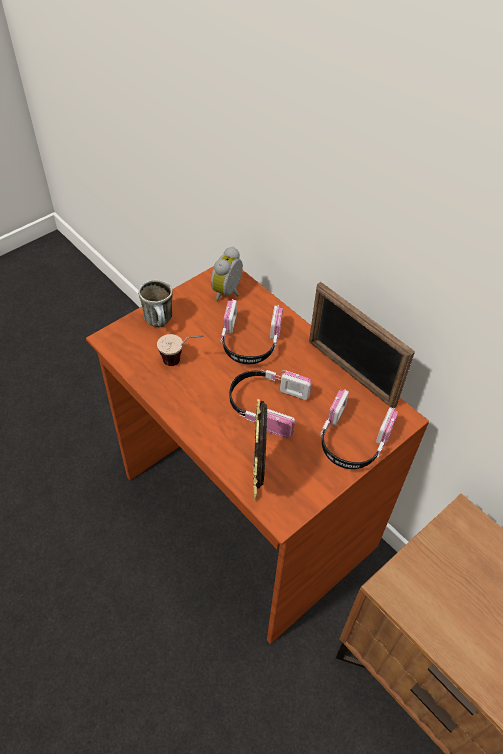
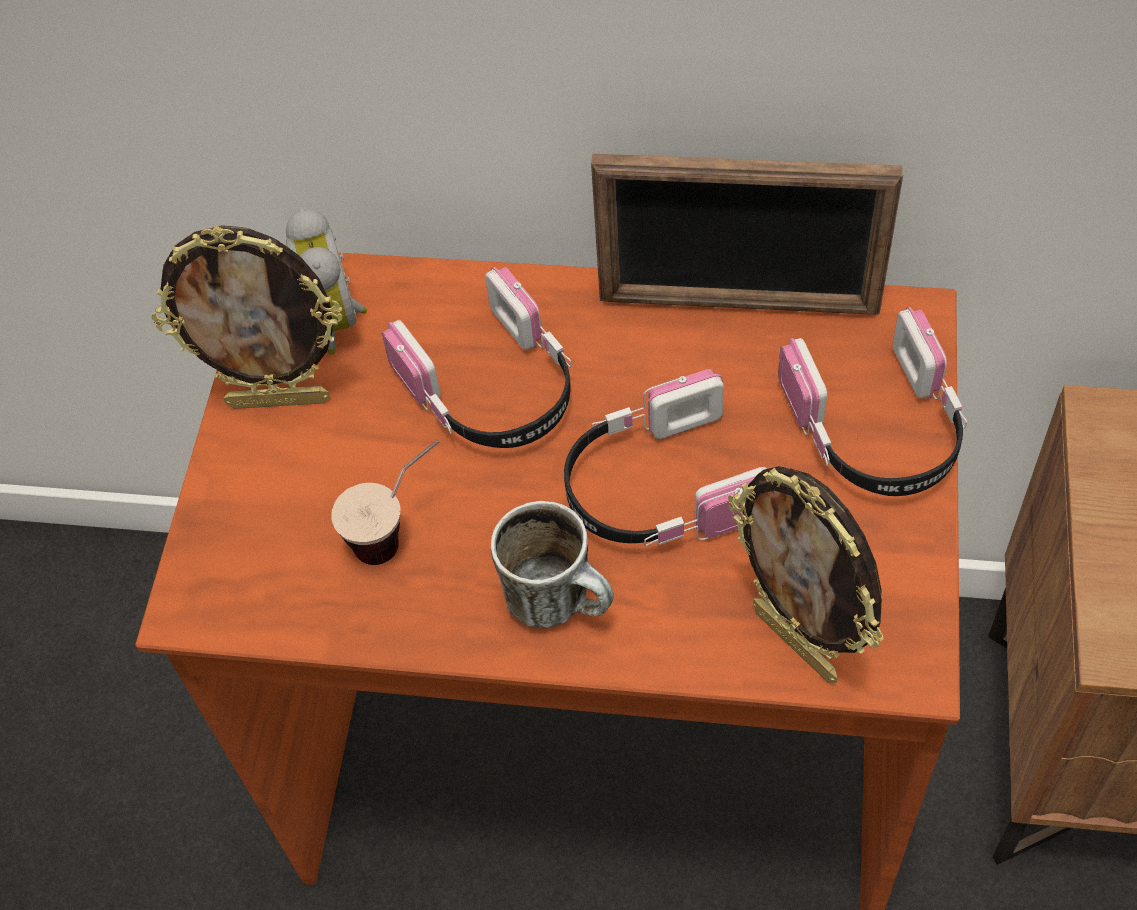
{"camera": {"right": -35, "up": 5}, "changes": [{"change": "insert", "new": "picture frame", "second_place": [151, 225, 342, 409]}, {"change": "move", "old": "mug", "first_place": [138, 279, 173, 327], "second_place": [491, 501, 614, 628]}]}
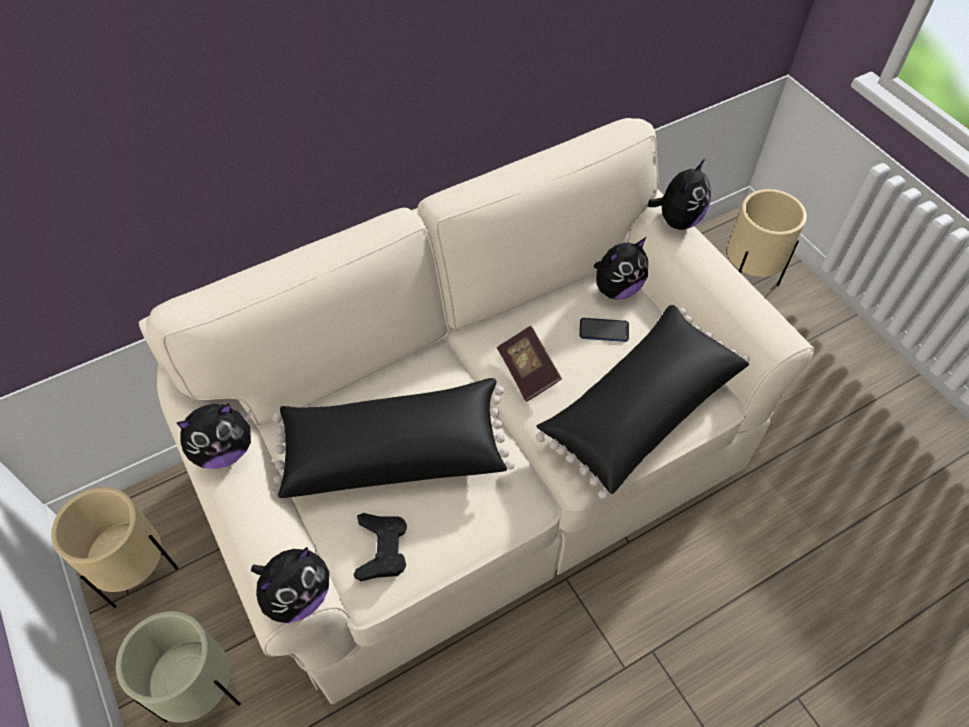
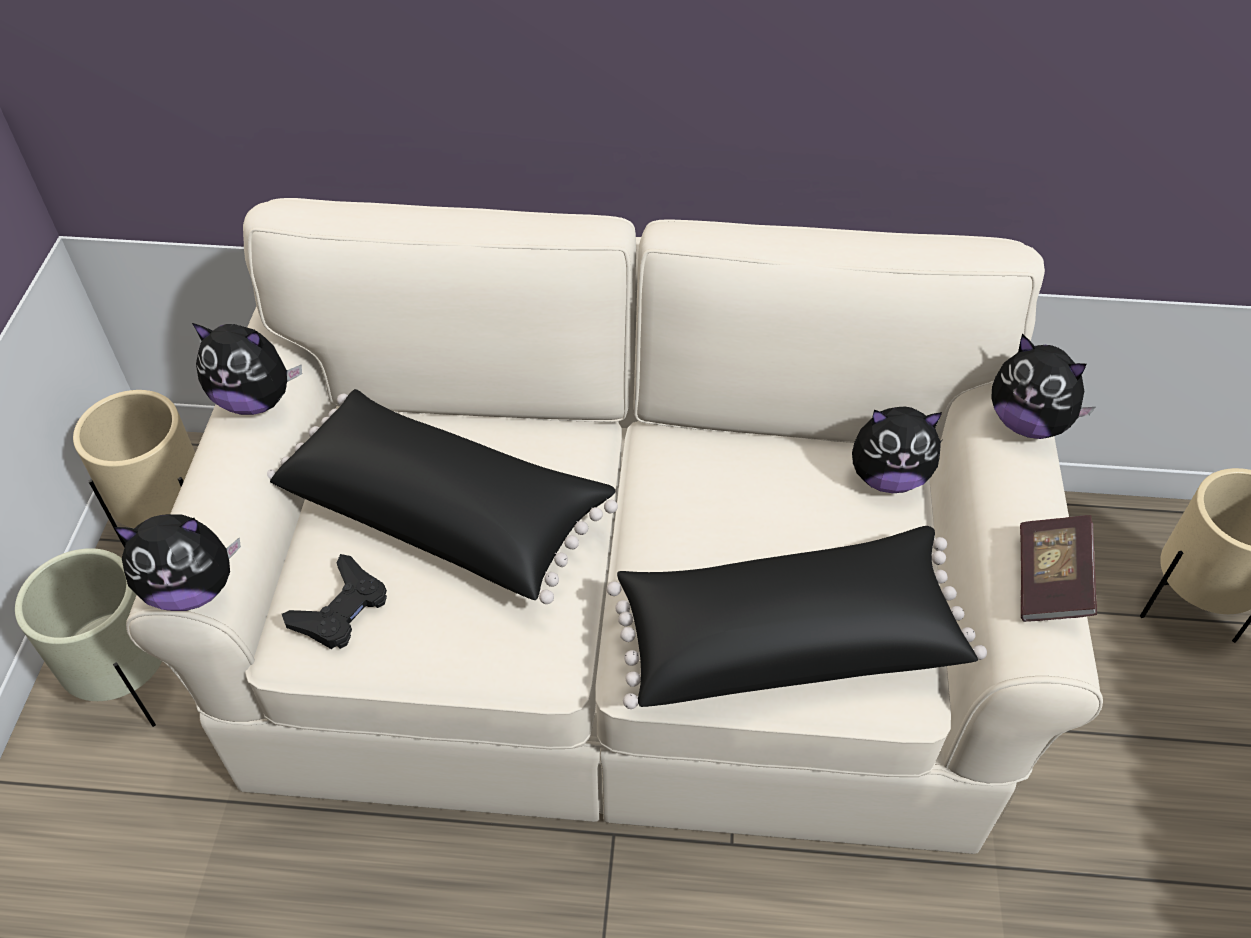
{"camera": {"right": 35, "up": -5}, "changes": [{"change": "rotate", "old": "plush toy", "first_place": [648, 159, 711, 230], "second_place": [991, 334, 1096, 439], "degrees": 60}, {"change": "move", "old": "book", "first_place": [497, 326, 562, 402], "second_place": [1020, 515, 1097, 622]}, {"change": "delete", "old": "phone", "first_place": [579, 318, 629, 342]}]}
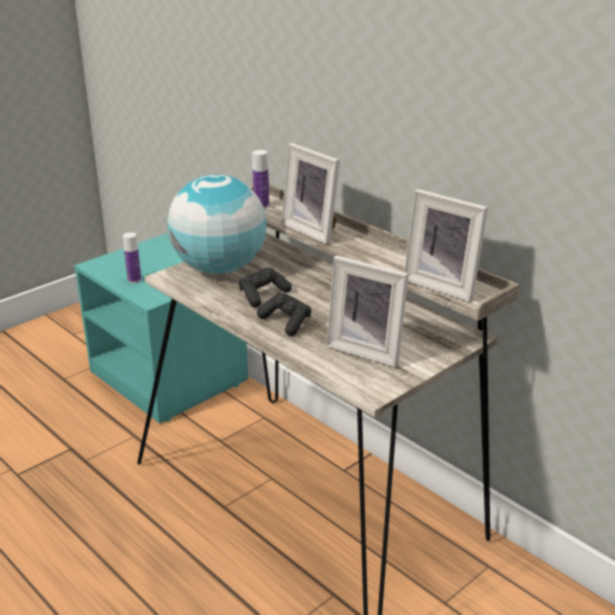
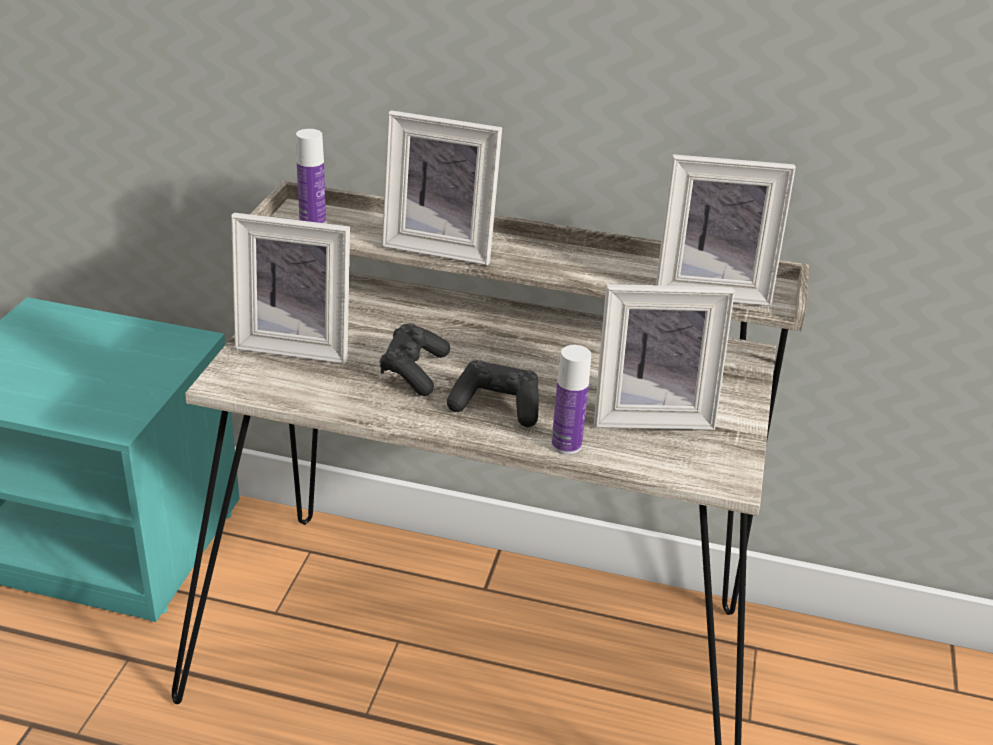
{"camera": {"right": -35, "up": 5}, "changes": [{"change": "replace", "old": "globe", "new": "picture frame", "first_place": [167, 174, 266, 274], "second_place": [231, 213, 350, 364]}, {"change": "move", "old": "bottle", "first_place": [123, 232, 141, 283], "second_place": [551, 345, 591, 454]}]}
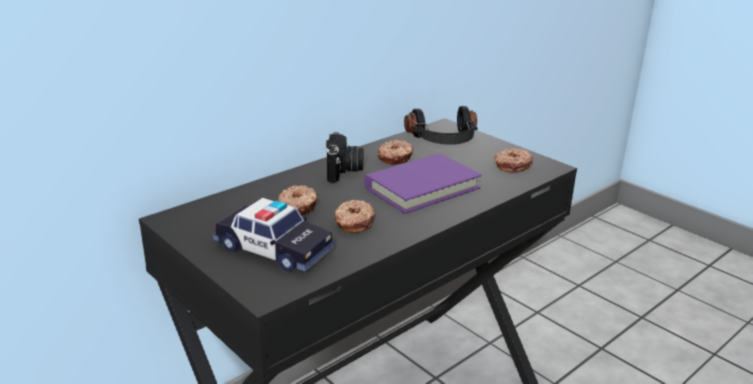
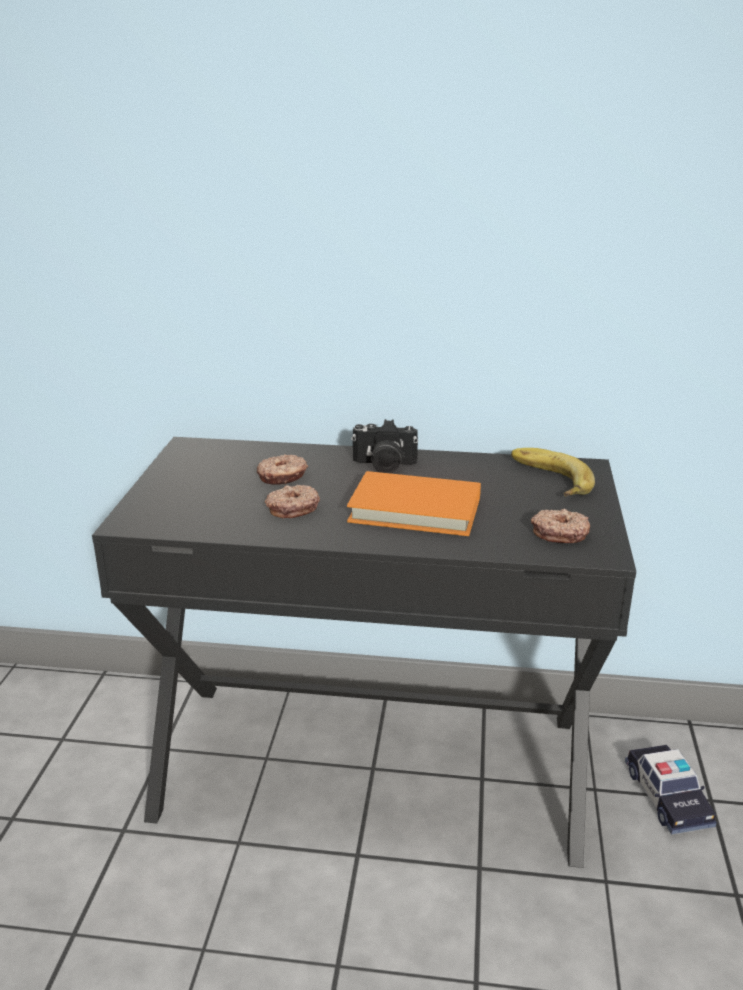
{"camera": {"right": 50, "up": 0}, "changes": [{"change": "recolor", "old": "purple book", "new": "orange book", "first_place": [364, 153, 482, 214], "second_place": [347, 471, 481, 536]}, {"change": "rotate", "old": "photo camera", "first_place": [324, 132, 363, 183], "second_place": [351, 419, 418, 473], "degrees": 45}, {"change": "replace", "old": "black headphones", "new": "banana", "first_place": [404, 106, 478, 145], "second_place": [511, 448, 595, 496]}, {"change": "move", "old": "toy car", "first_place": [213, 198, 335, 272], "second_place": [625, 745, 717, 835]}, {"change": "delete", "old": "donut", "first_place": [378, 140, 413, 165]}]}
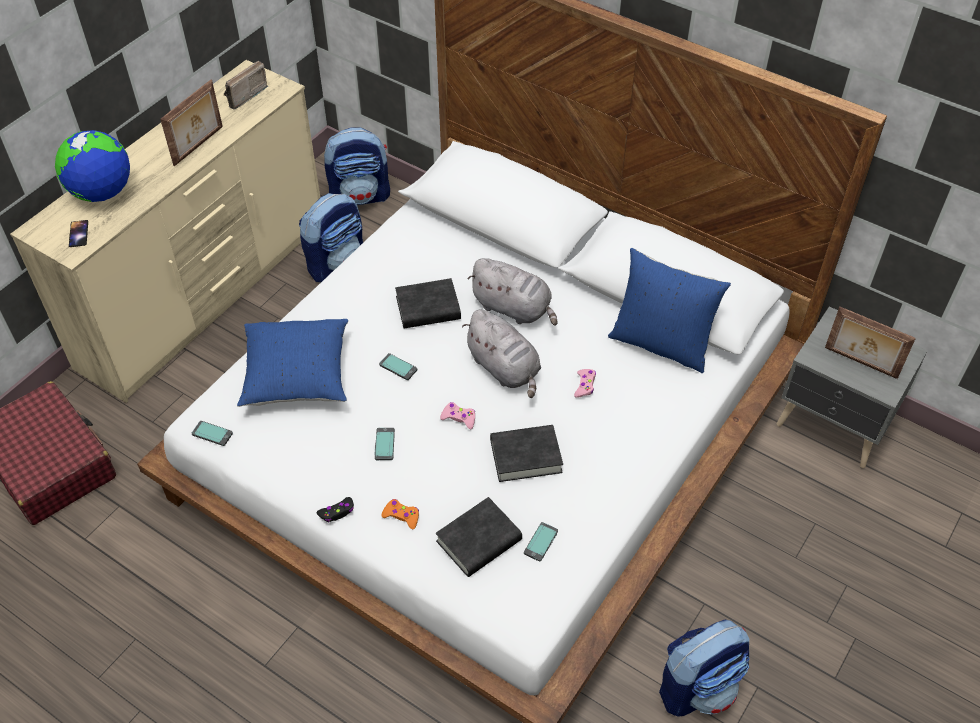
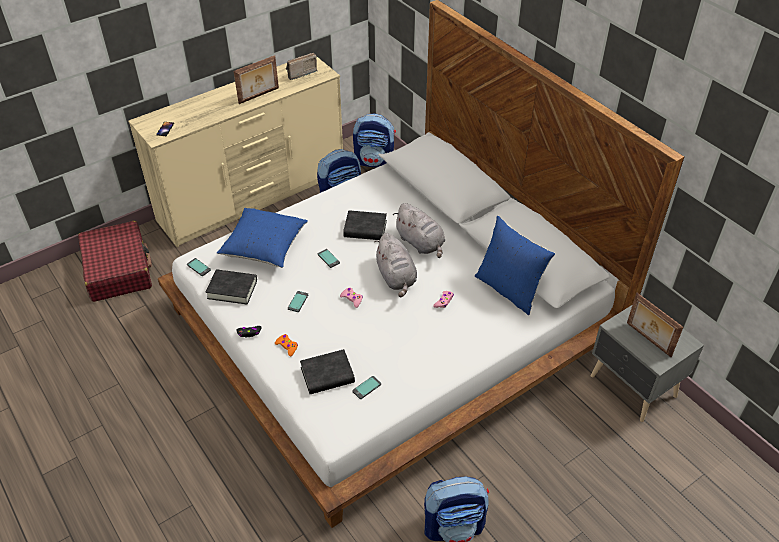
{"camera": {"right": 20, "up": -5}, "changes": [{"change": "move", "old": "black book", "first_place": [490, 425, 563, 482], "second_place": [205, 269, 257, 305]}, {"change": "delete", "old": "globe", "first_place": [55, 130, 130, 202]}]}
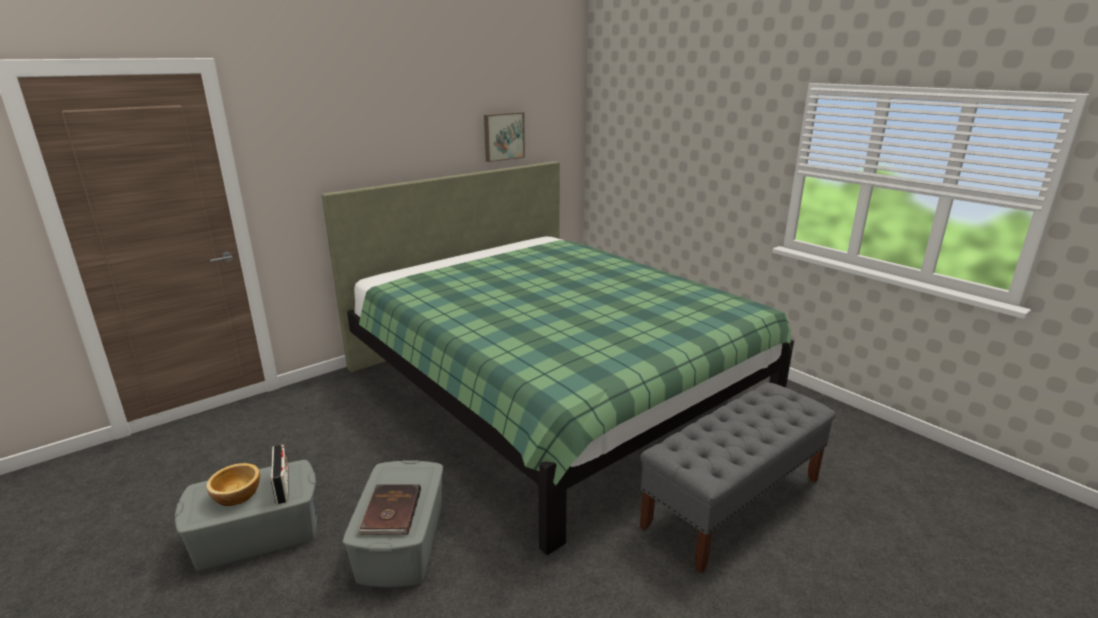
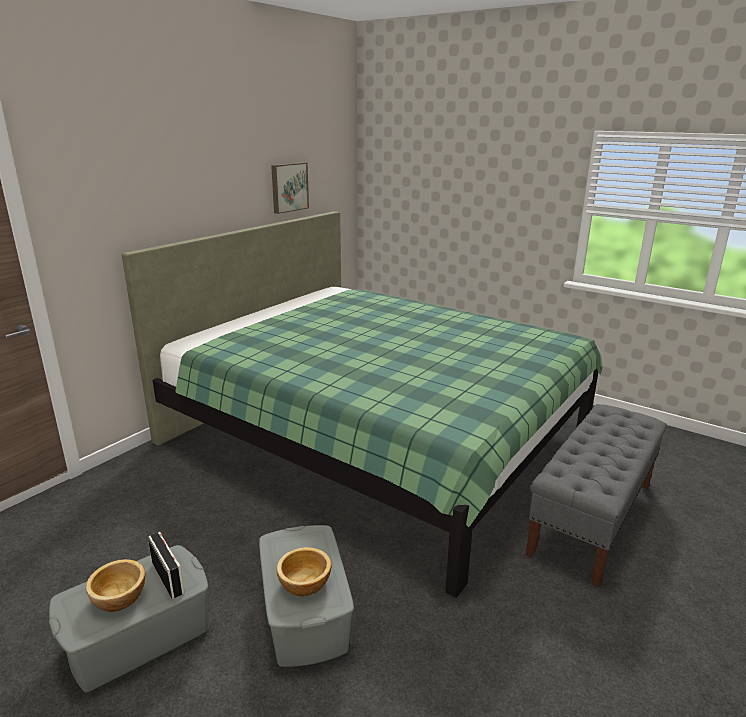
{"camera": {"right": -15, "up": 0}, "changes": [{"change": "replace", "old": "brown book", "new": "bowl", "first_place": [356, 484, 421, 535], "second_place": [277, 547, 331, 596]}]}
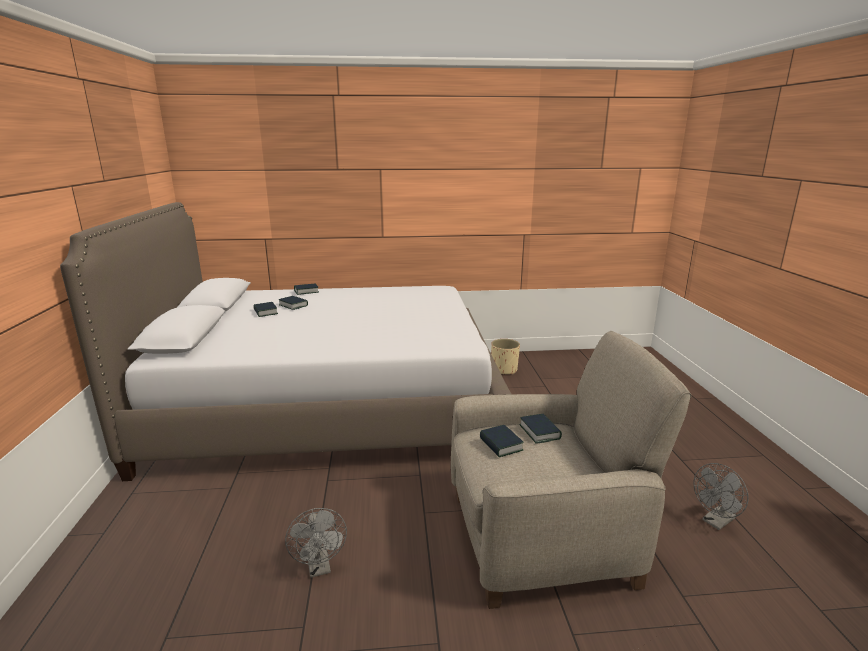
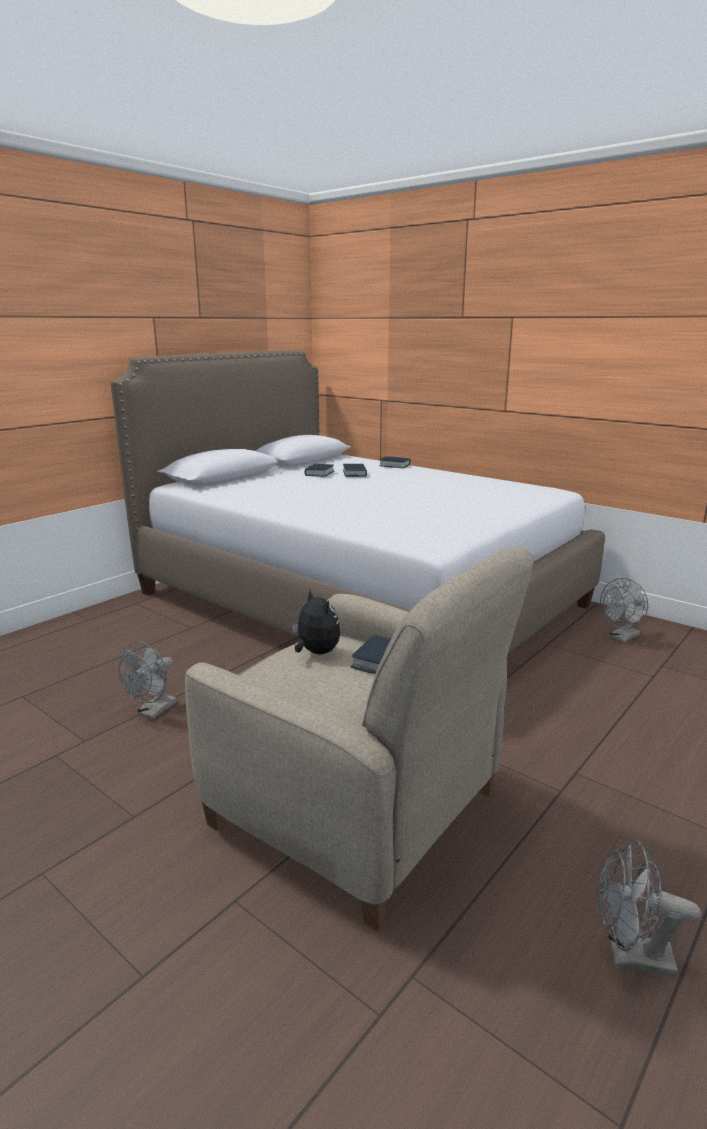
{"camera": {"right": 45, "up": 0}, "changes": [{"change": "replace", "old": "book", "new": "plush toy", "first_place": [480, 425, 524, 457], "second_place": [292, 589, 340, 654]}, {"change": "replace", "old": "beige planter", "new": "grey fan", "first_place": [491, 339, 520, 375], "second_place": [600, 578, 648, 643]}]}
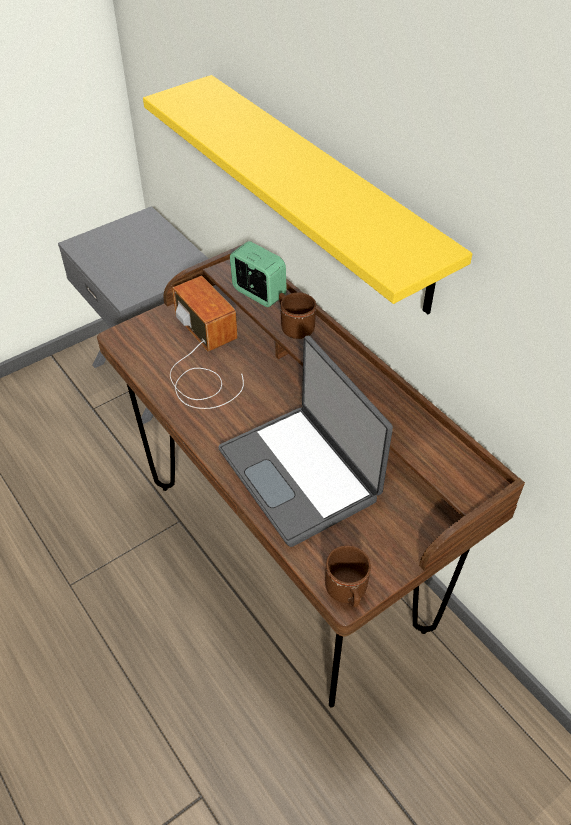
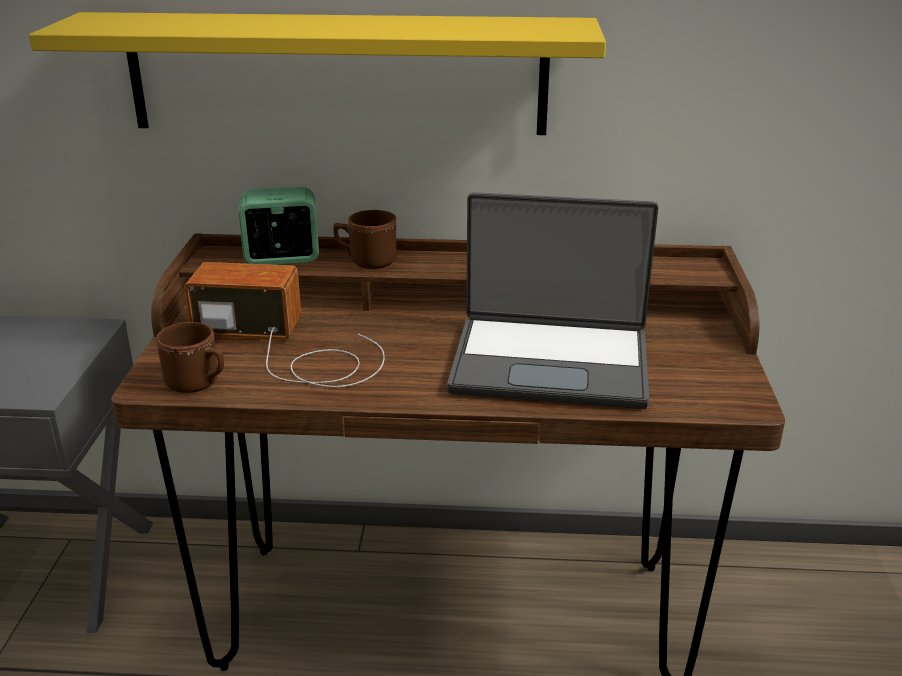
{"camera": {"right": -50, "up": -20}, "changes": [{"change": "move", "old": "brown mug", "first_place": [325, 545, 371, 607], "second_place": [156, 322, 224, 393]}]}
